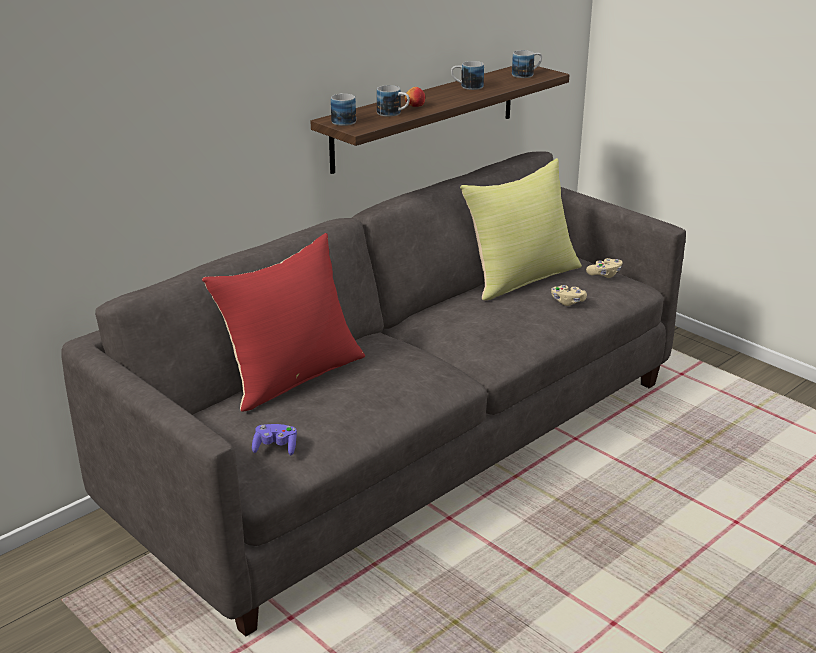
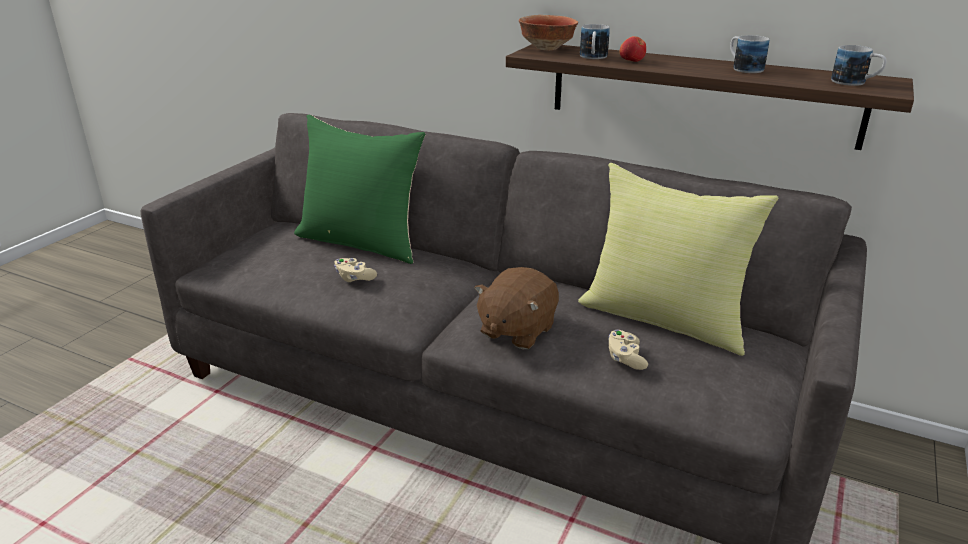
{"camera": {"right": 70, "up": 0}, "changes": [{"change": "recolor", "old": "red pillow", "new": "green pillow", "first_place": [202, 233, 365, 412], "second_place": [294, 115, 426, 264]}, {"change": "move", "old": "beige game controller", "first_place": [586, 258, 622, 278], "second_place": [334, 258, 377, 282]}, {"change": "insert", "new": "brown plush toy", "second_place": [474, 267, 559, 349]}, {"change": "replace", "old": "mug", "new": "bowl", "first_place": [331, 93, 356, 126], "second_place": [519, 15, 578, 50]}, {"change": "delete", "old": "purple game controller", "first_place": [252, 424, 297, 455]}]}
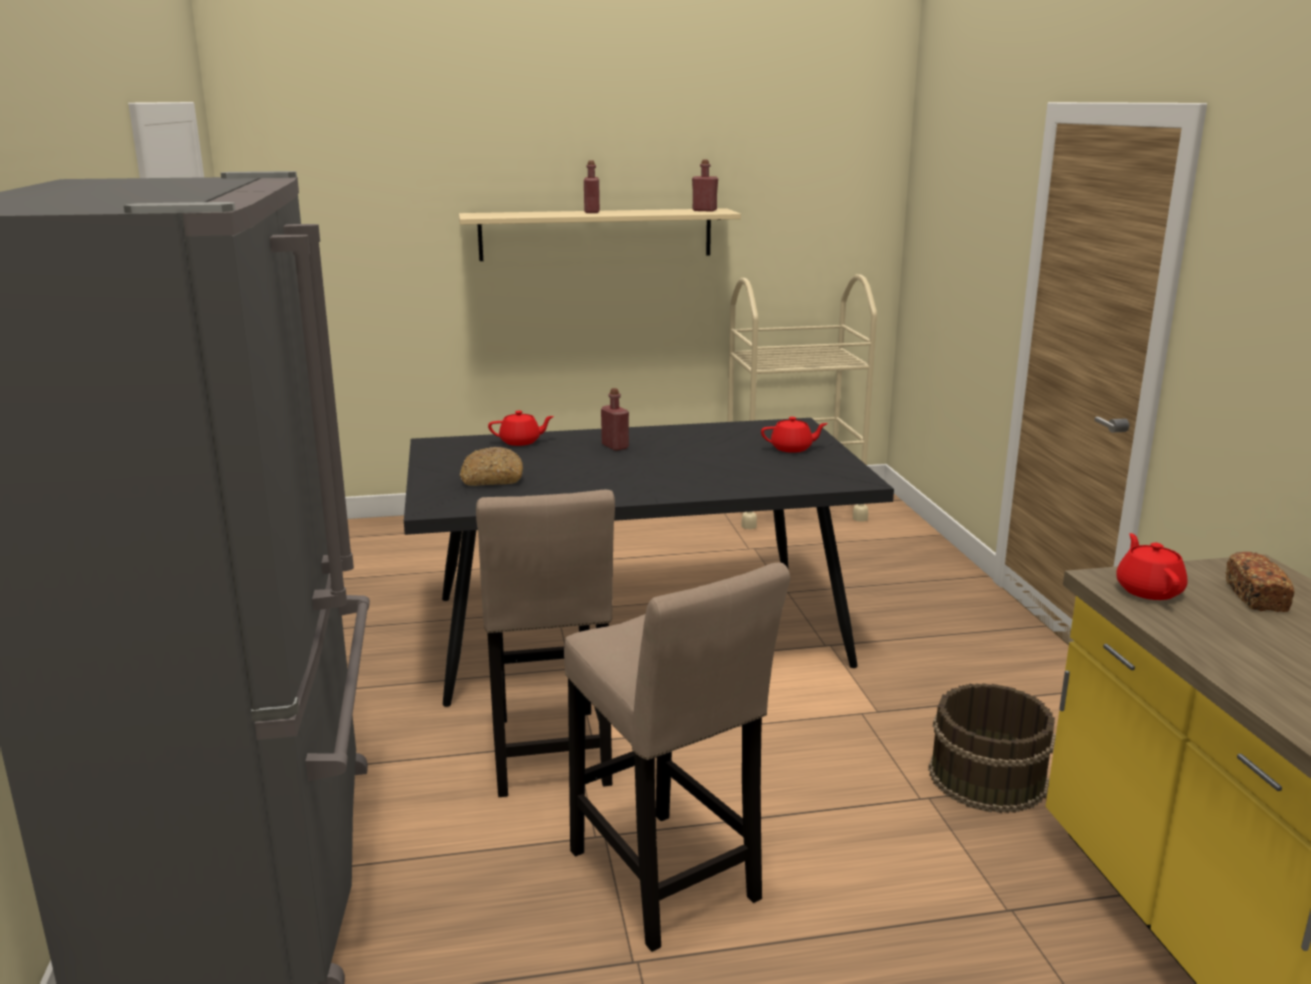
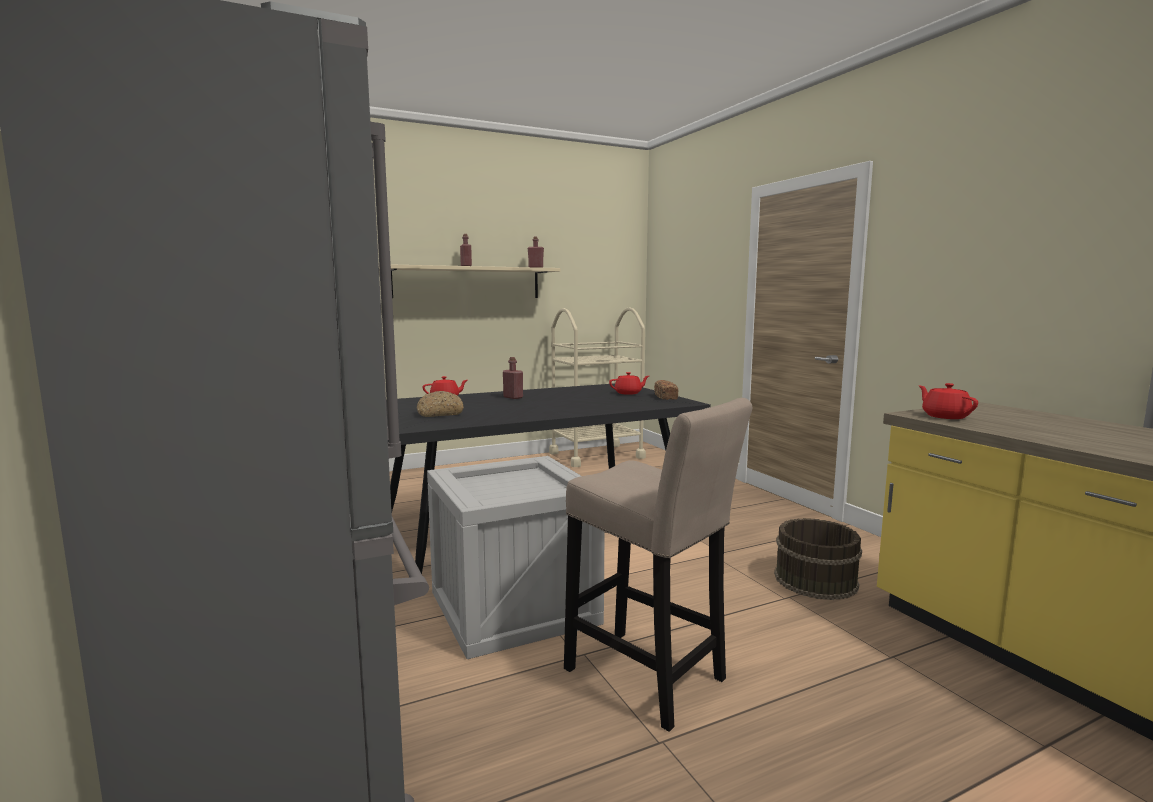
{"camera": {"right": -15, "up": -10}, "changes": [{"change": "replace", "old": "beige stool", "new": "crate", "first_place": [476, 490, 615, 797], "second_place": [427, 456, 605, 659]}, {"change": "move", "old": "bread", "first_place": [1226, 552, 1294, 612], "second_place": [654, 380, 678, 400]}]}
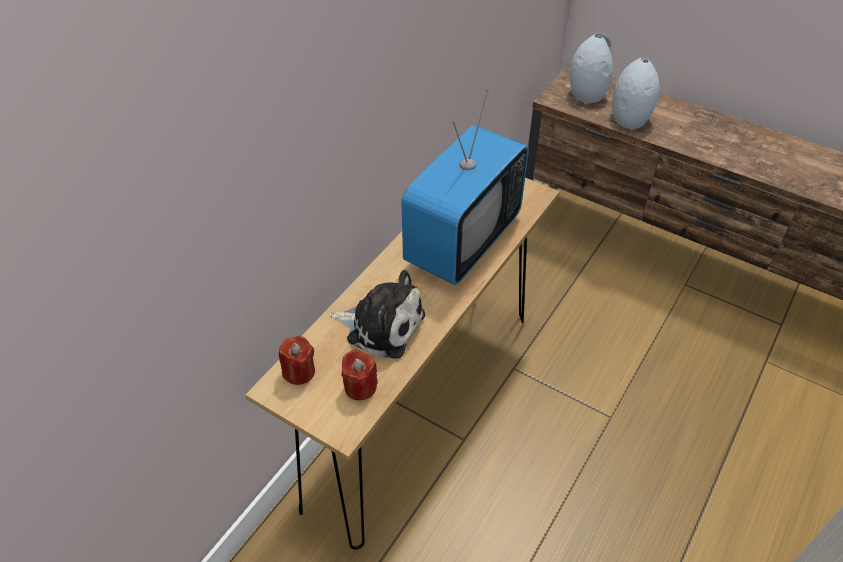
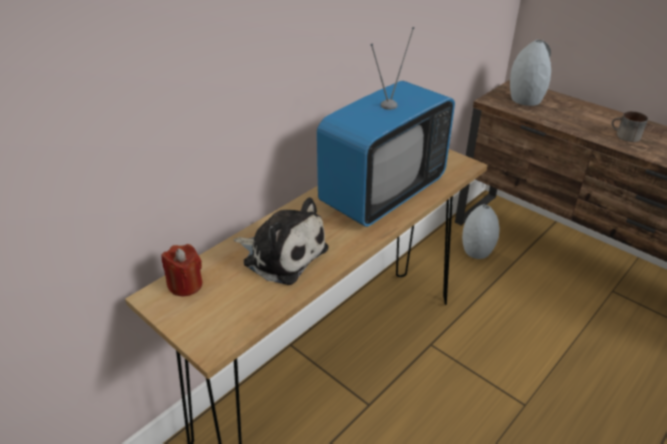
{"camera": {"right": 10, "up": -10}, "changes": [{"change": "move", "old": "grey vase", "first_place": [612, 57, 660, 129], "second_place": [462, 204, 500, 259]}, {"change": "insert", "new": "mug", "second_place": [612, 111, 648, 142]}, {"change": "delete", "old": "red candle", "first_place": [342, 349, 378, 400]}]}
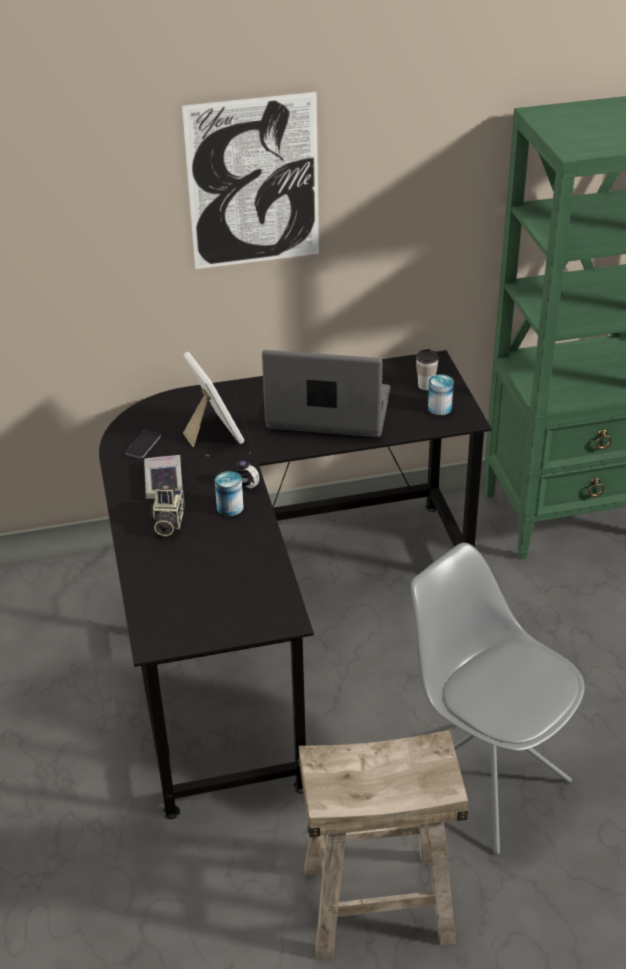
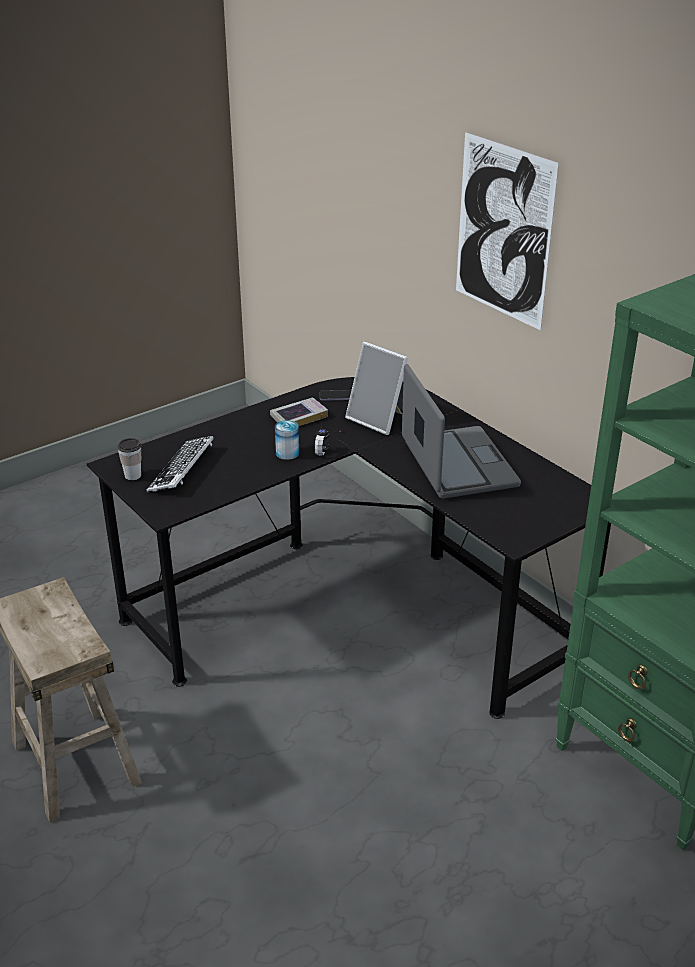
{"camera": {"right": 65, "up": -5}, "changes": [{"change": "move", "old": "cup", "first_place": [416, 349, 439, 390], "second_place": [117, 438, 141, 480]}, {"change": "insert", "new": "keyboard", "second_place": [146, 436, 214, 493]}, {"change": "rotate", "old": "picture frame", "first_place": [183, 352, 244, 447], "second_place": [345, 342, 408, 435], "degrees": 90}, {"change": "delete", "old": "photo camera", "first_place": [150, 483, 184, 536]}, {"change": "delete", "old": "grey chair", "first_place": [411, 543, 585, 855]}, {"change": "delete", "old": "can", "first_place": [428, 374, 454, 415]}]}
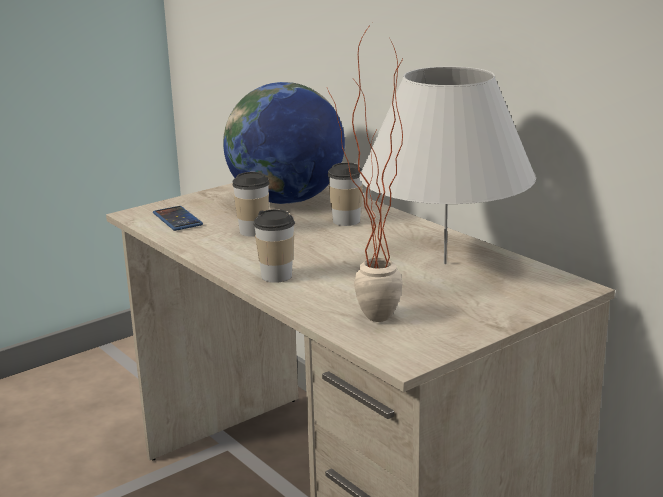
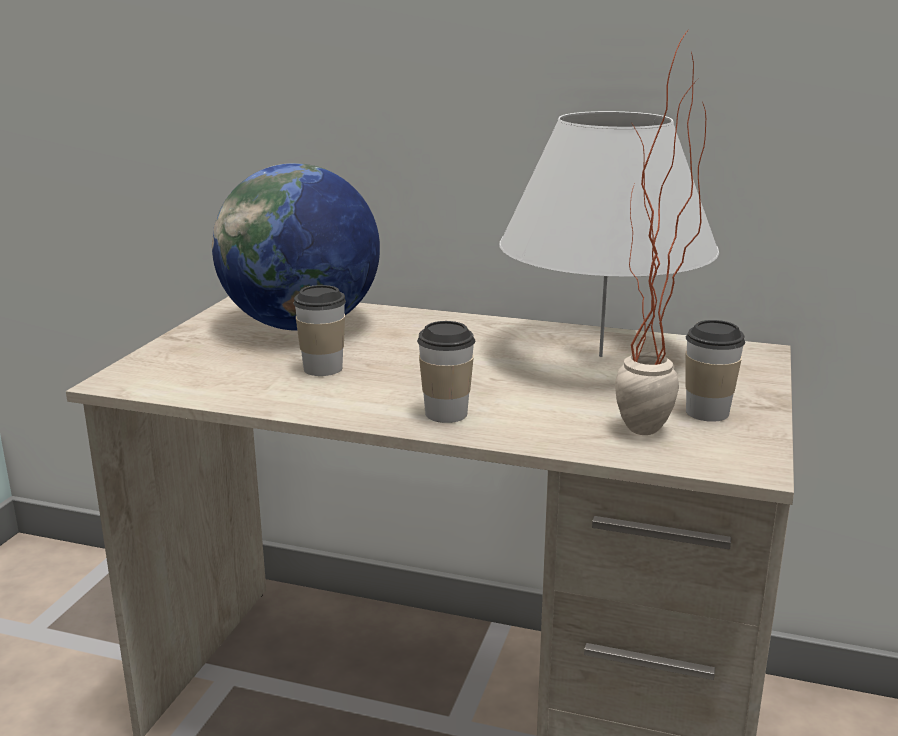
{"camera": {"right": -35, "up": 0}, "changes": [{"change": "move", "old": "cup", "first_place": [328, 163, 363, 226], "second_place": [685, 320, 745, 422]}, {"change": "delete", "old": "phone", "first_place": [153, 206, 203, 231]}]}
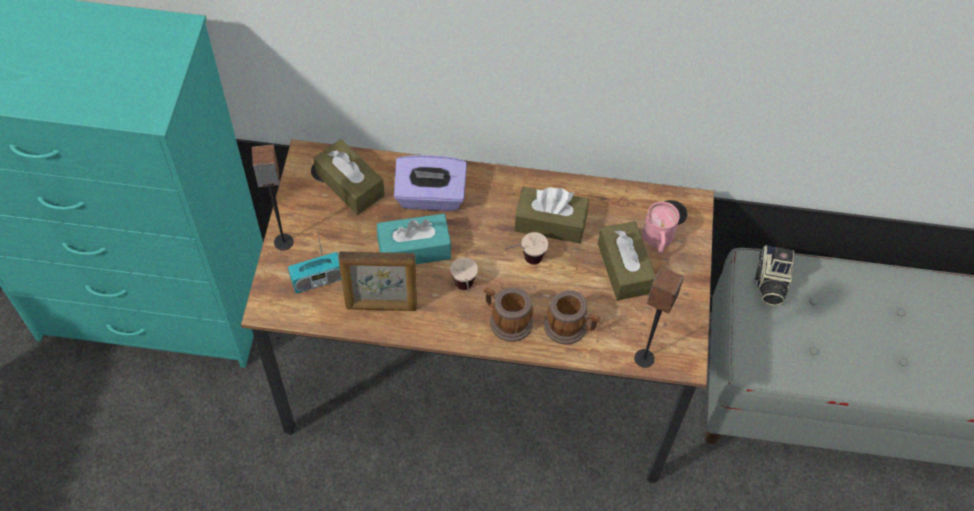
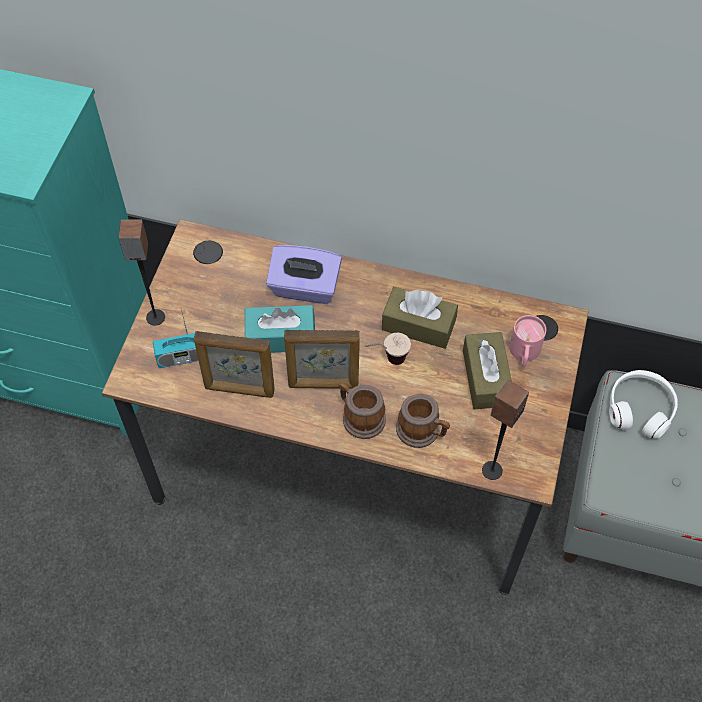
{"camera": {"right": 10, "up": 0}, "changes": [{"change": "replace", "old": "cup", "new": "picture frame", "first_place": [450, 257, 478, 292], "second_place": [284, 330, 360, 389]}, {"change": "replace", "old": "photo camera", "new": "white headphones", "first_place": [755, 245, 794, 306], "second_place": [609, 370, 678, 439]}, {"change": "delete", "old": "brown tissue box", "first_place": [313, 139, 385, 215]}]}
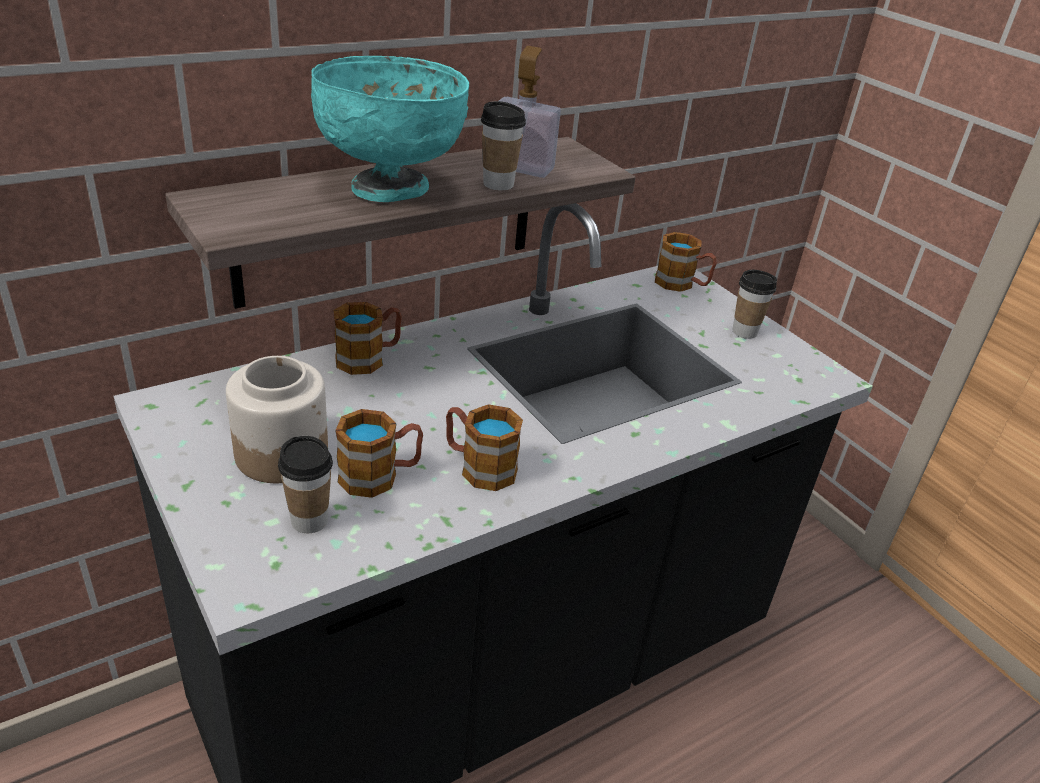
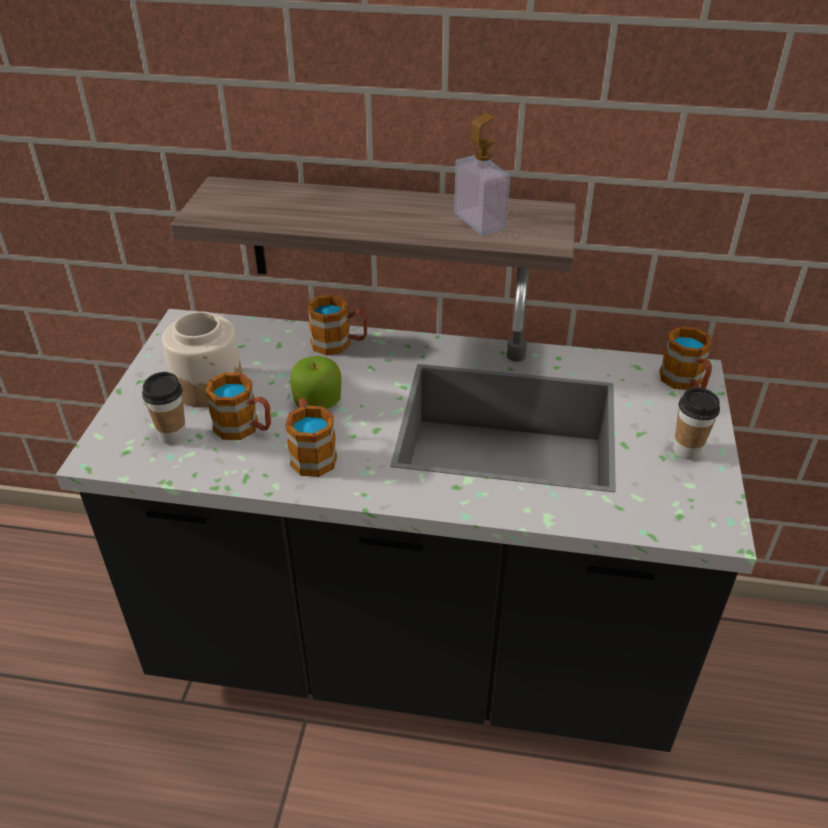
{"camera": {"right": 45, "up": 5}, "changes": [{"change": "insert", "new": "apple", "second_place": [290, 356, 341, 409]}, {"change": "delete", "old": "turquoise bowl", "first_place": [311, 56, 469, 202]}, {"change": "delete", "old": "cup", "first_place": [481, 101, 526, 191]}]}
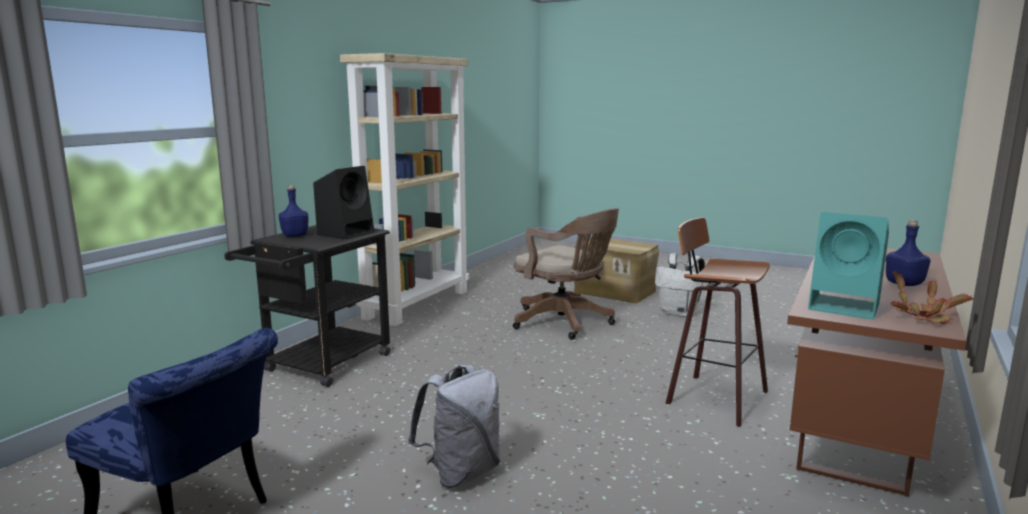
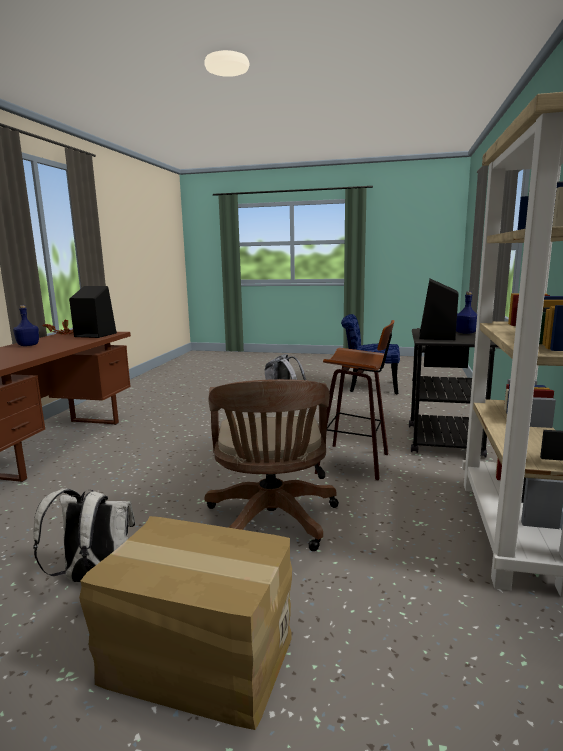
{"camera": {"right": 165, "up": 0}, "changes": [{"change": "recolor", "old": "turquoise speaker", "new": "black speaker", "first_place": [808, 212, 889, 320], "second_place": [69, 286, 117, 338]}, {"change": "rotate", "old": "brown office chair", "first_place": [513, 208, 619, 340], "second_place": [205, 379, 339, 551], "degrees": -120}, {"change": "move", "old": "stool", "first_place": [665, 218, 770, 427], "second_place": [315, 320, 394, 480]}]}
